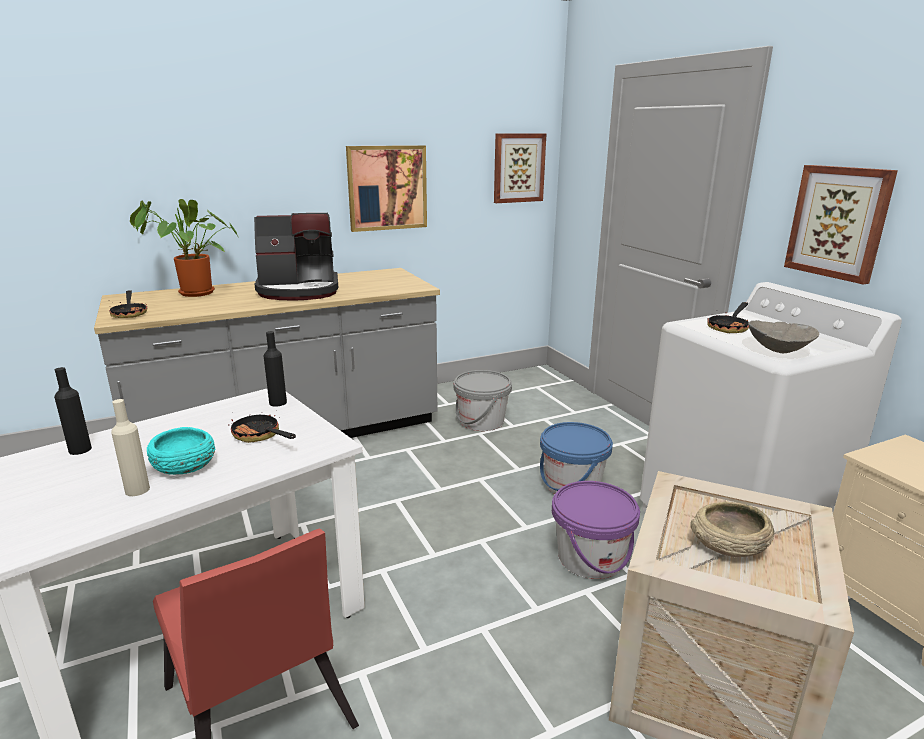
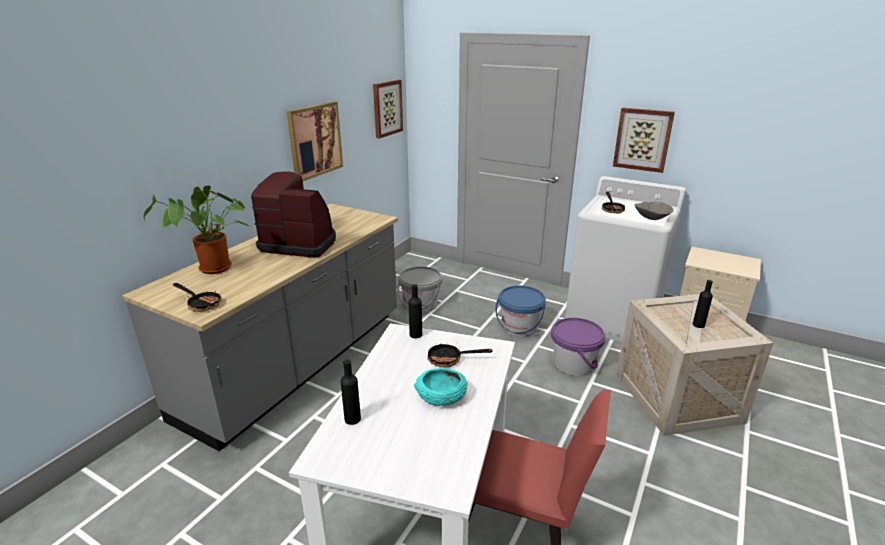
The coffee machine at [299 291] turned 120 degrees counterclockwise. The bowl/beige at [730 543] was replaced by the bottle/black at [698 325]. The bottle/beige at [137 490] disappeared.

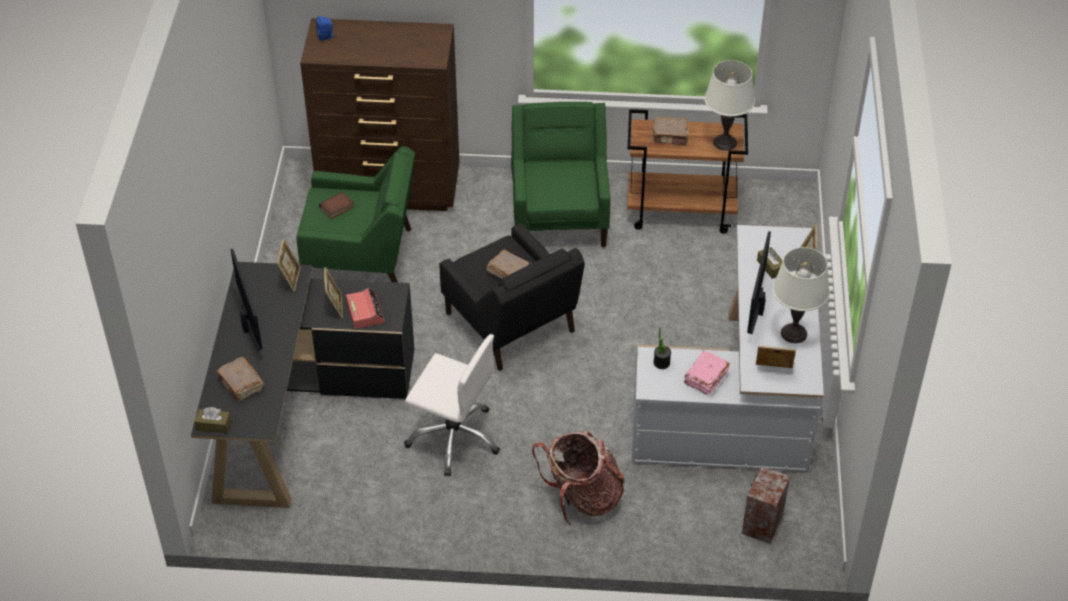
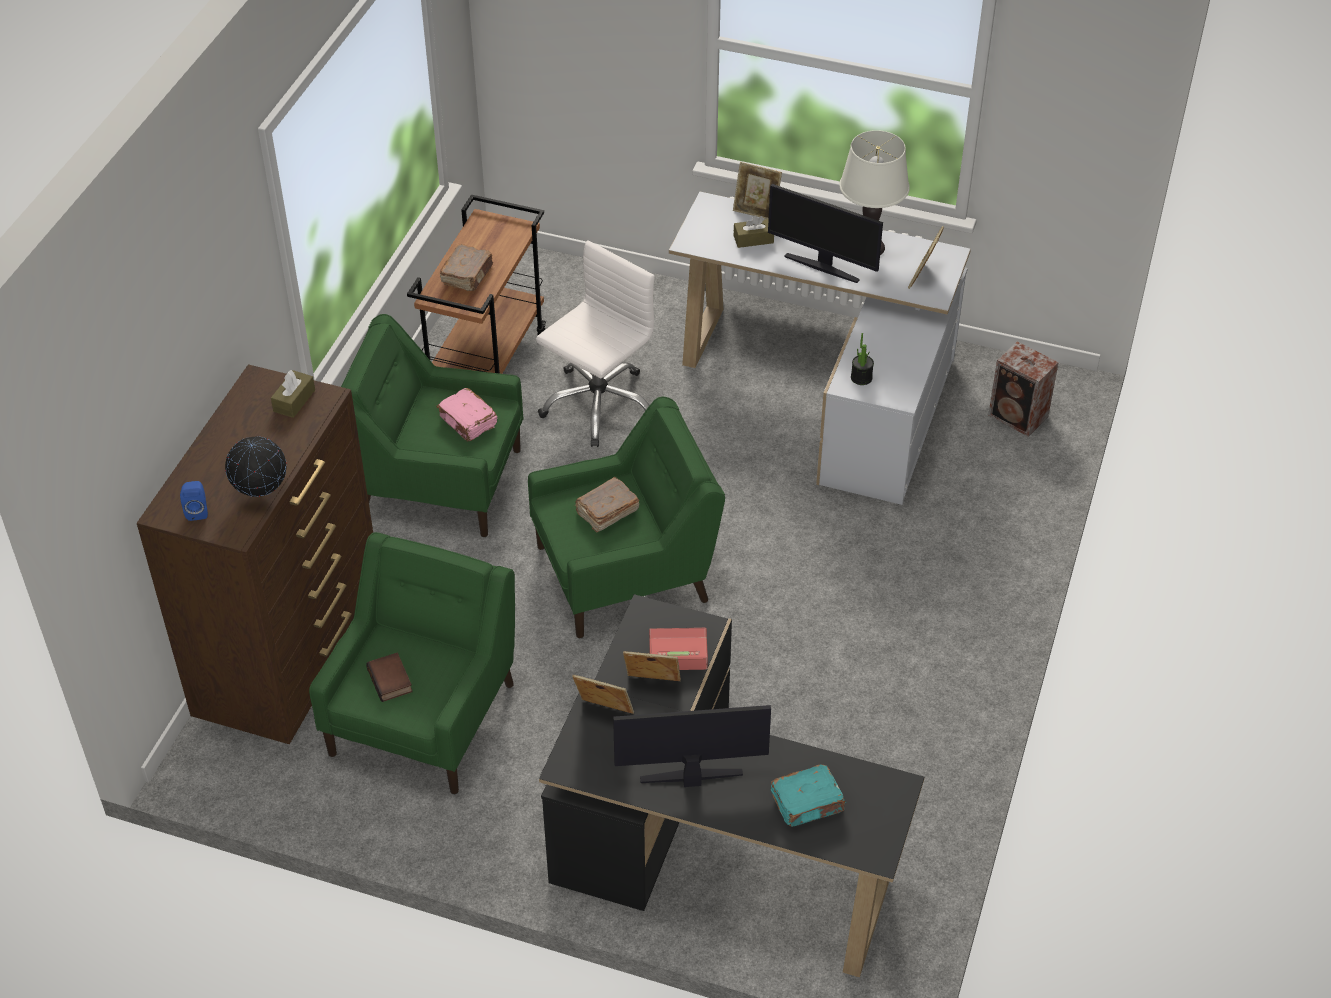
The globe at [261 493] appeared. The tissue box/brown moved from [213 425] to [294 401]. The book/pink moved from [705 378] to [468 422]. The armchair/black at [511 324] became the armchair/green at [625 573]. The office chair/white moved from [454 437] to [598 404]. The book/brown at [241 385] became the book/turquoise at [808 803]. The backpack at [582 498] disappeared. The table lamp/white at [724 142] disappeared.

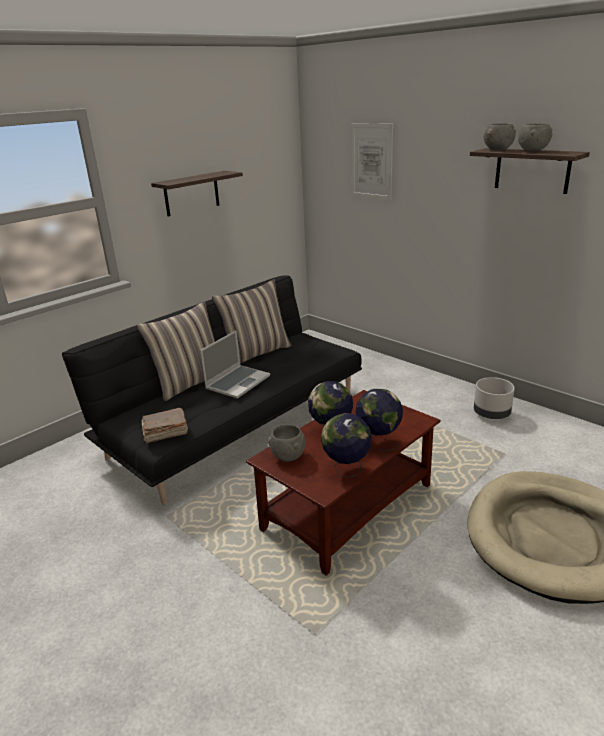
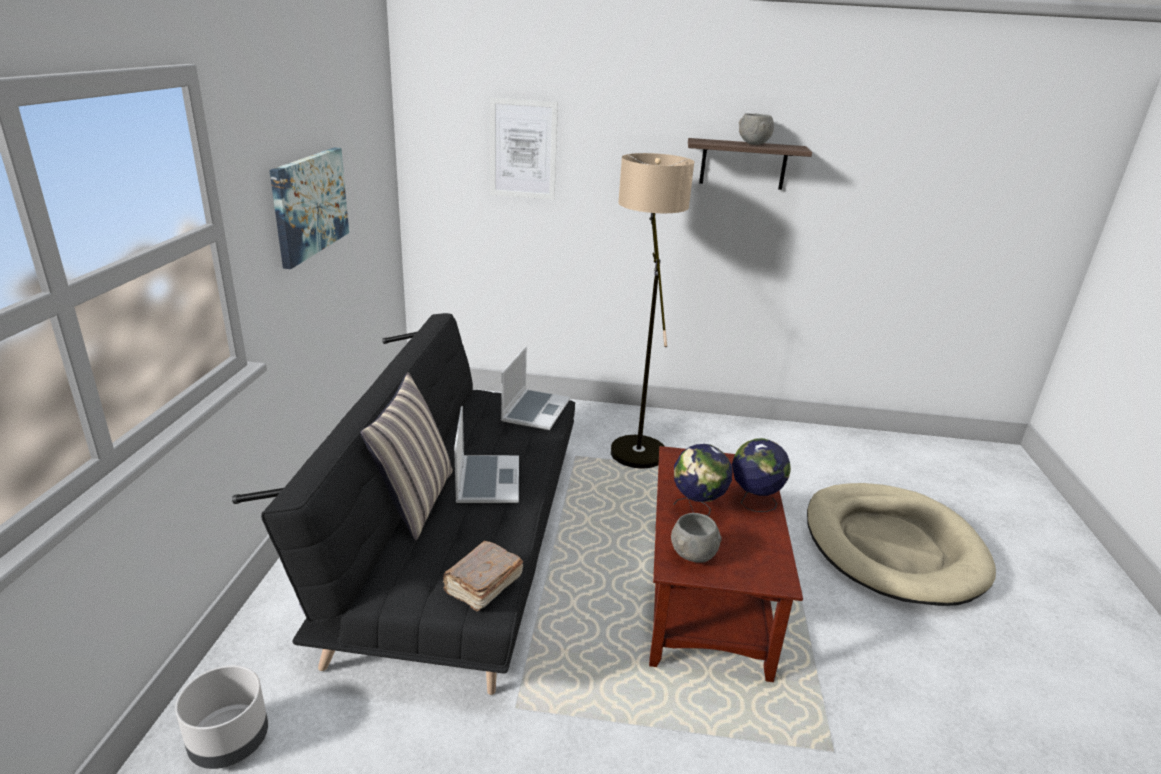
The planter/grey moved from [491 414] to [229 742]. The shelf at [191 193] was replaced by the picture at [309 204]. The laptop at [535 410] appeared. The floor lamp at [634 442] appeared. The pillow at [256 352] disappeared. The globe at [346 470] disappeared. The bowl/grey at [497 150] disappeared.

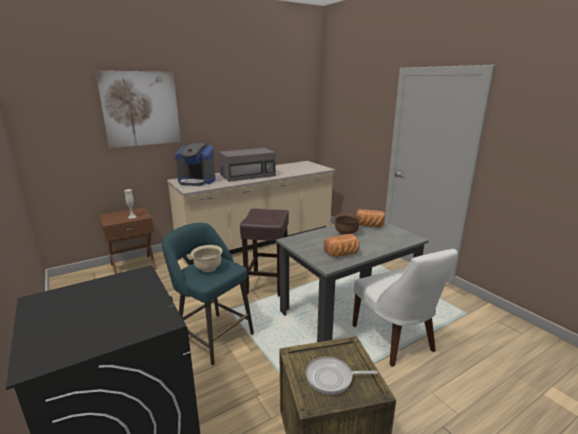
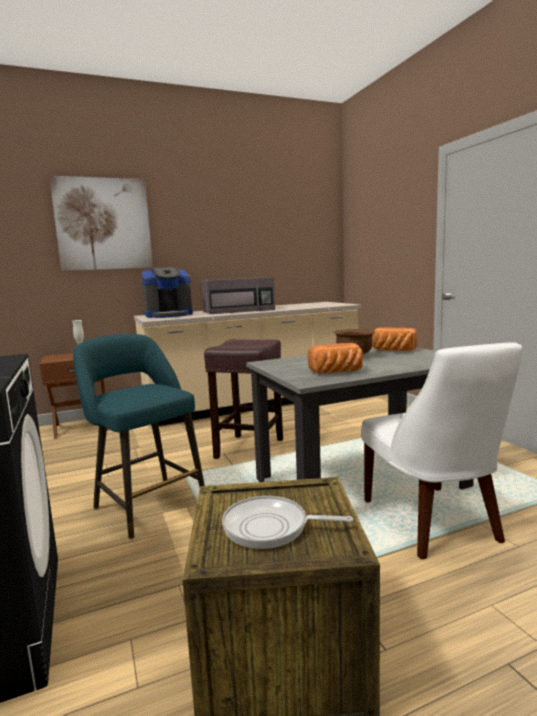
The coffee machine at [197 181] turned 45 degrees counterclockwise. The bowl/beige at [208 268] disappeared.

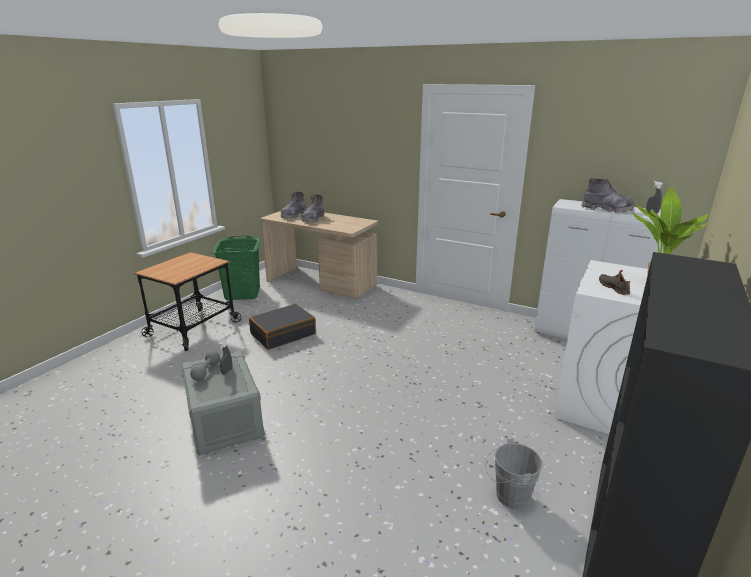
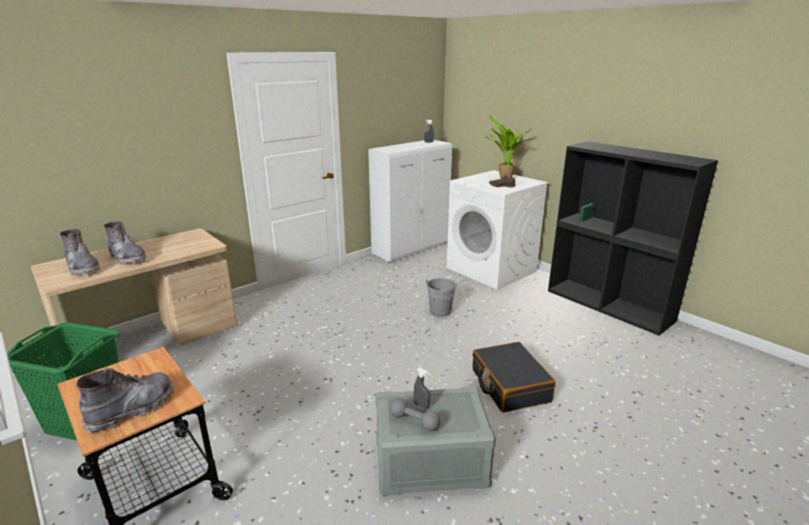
The boot/grey moved from [607 210] to [133 410]. The bucket/grey moved from [508 496] to [439 313]. The suitcase/black moved from [283 334] to [509 385].

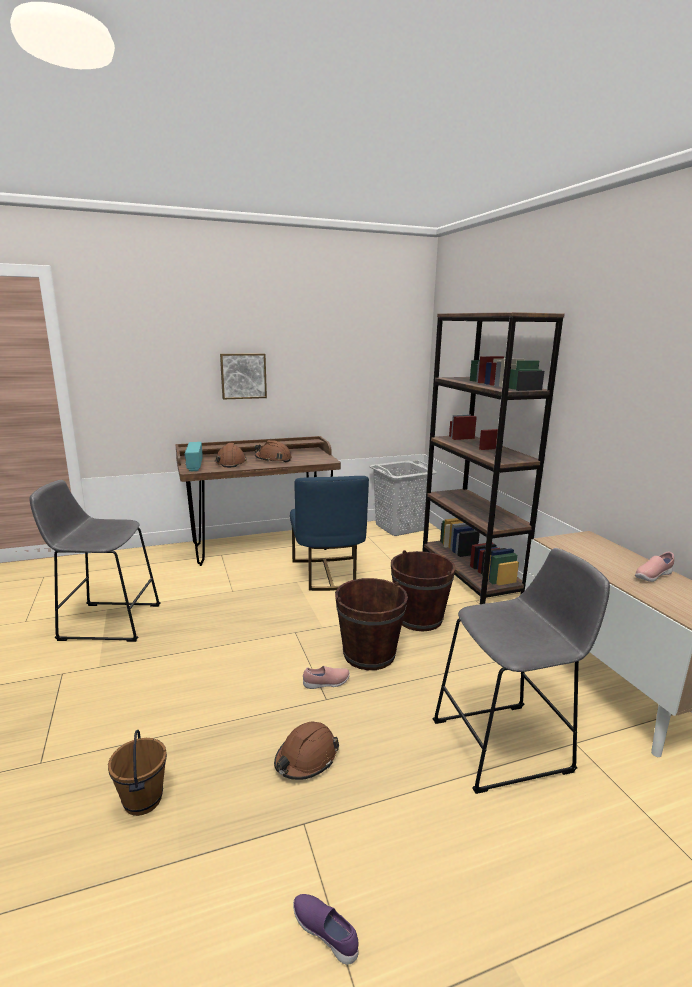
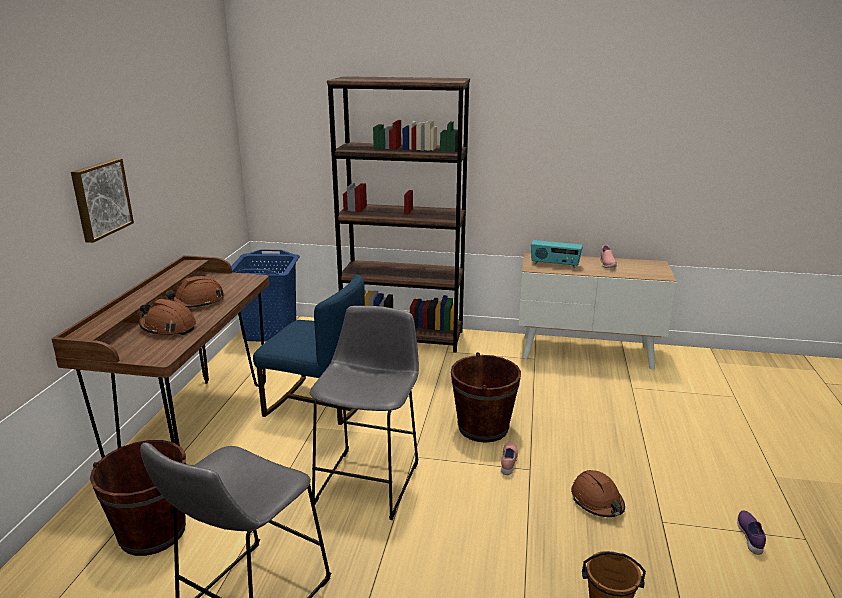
The bucket/brown moved from [419 619] to [152 532]. The laundry basket/grey at [400 528] became the laundry basket/blue at [271 332]. The stool/grey moved from [508 745] to [370 479]. The radio moved from [194 466] to [554 264]. The shoe/purple at [325 932] turned 120 degrees clockwise.

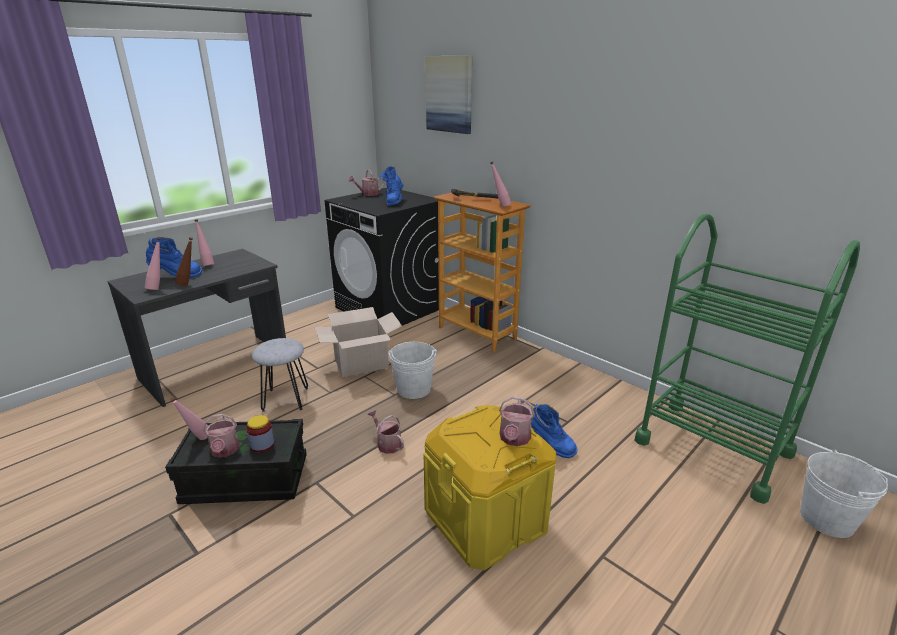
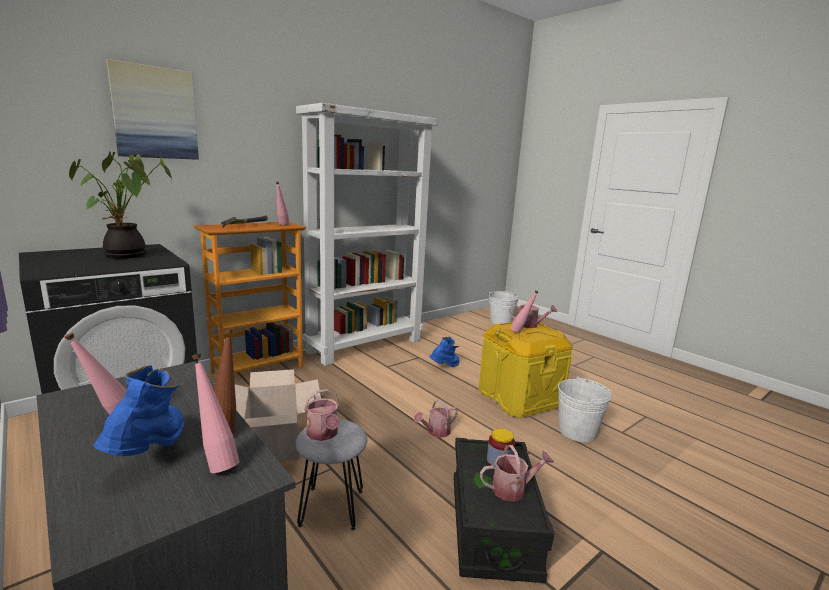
The boot/blue at [394 202] was replaced by the potted plant at [128 256]. The bookcase/white at [365 345] appeared. The watering can moved from [368 194] to [323 434]. The bottle/pink moved from [197 440] to [521 332]. The bucket/white moved from [413 389] to [577 431]. The cart/green at [712 447] disappeared.

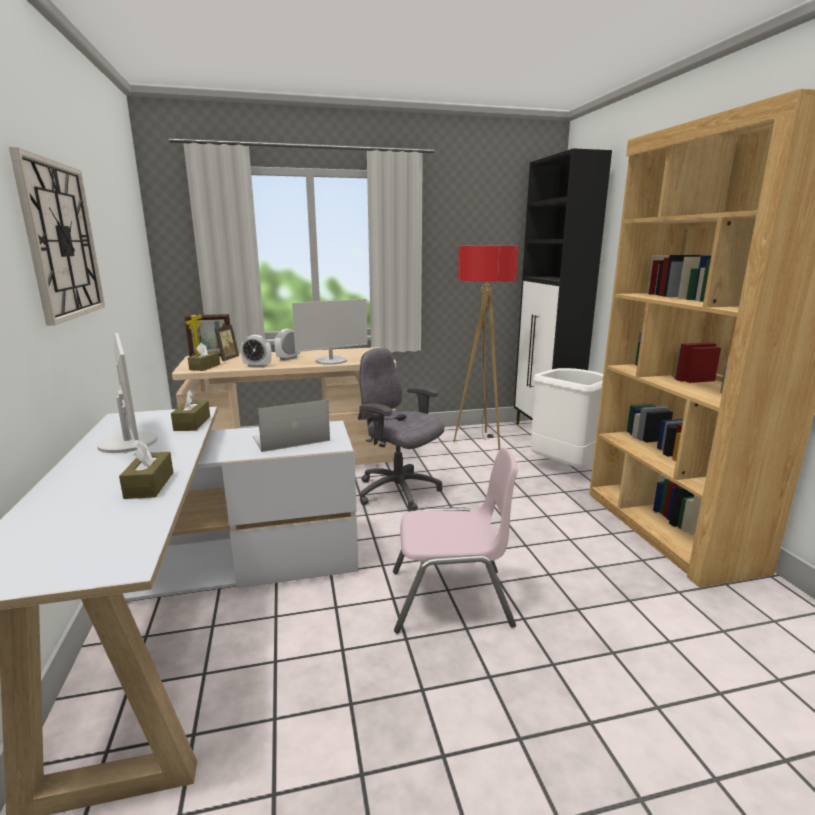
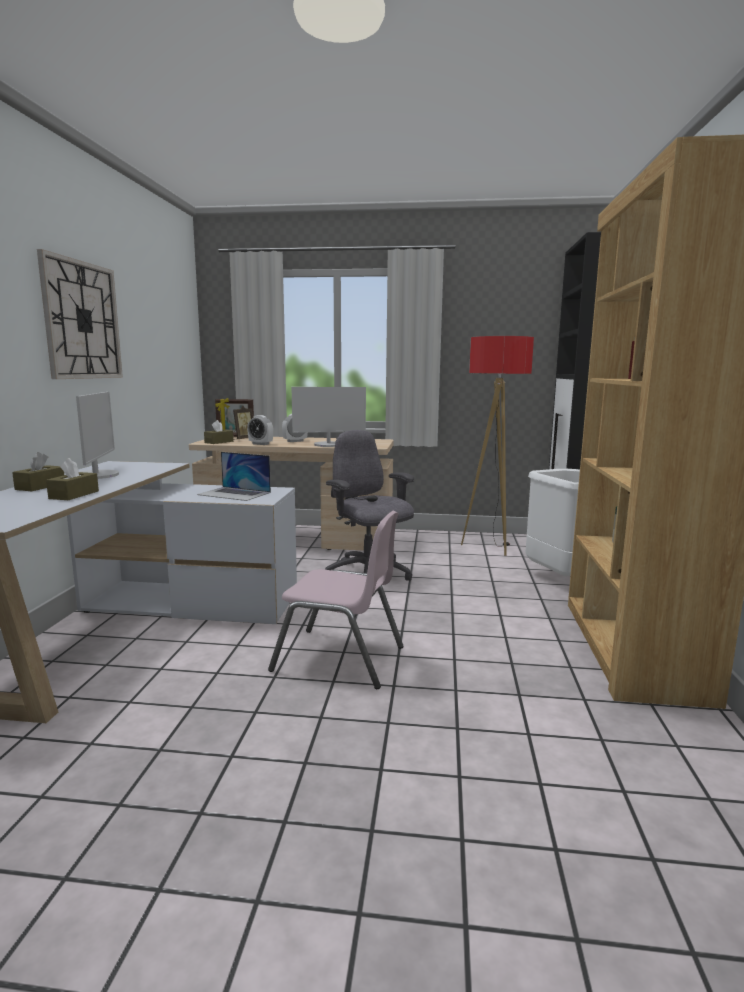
The tissue box/brown moved from [192 423] to [40 486]. The laptop at [290 438] turned 150 degrees counterclockwise.

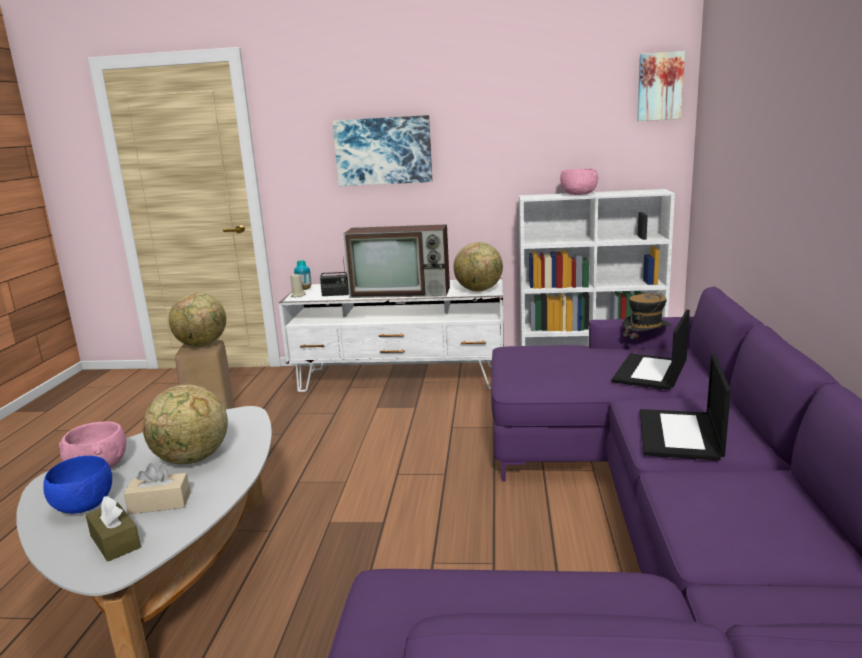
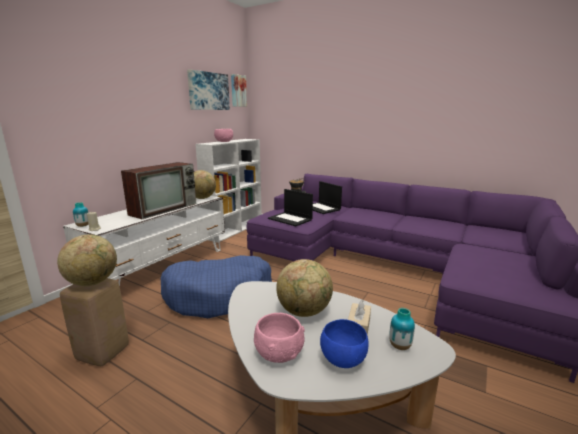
The dog bed/blue at [219 295] appeared. The picture moved from [383 151] to [208 91]. The laptop moved from [680 435] to [290 219]. The tissue box/brown at [115 541] was replaced by the vase at [400 346]. The radio at [335 294] disappeared.

